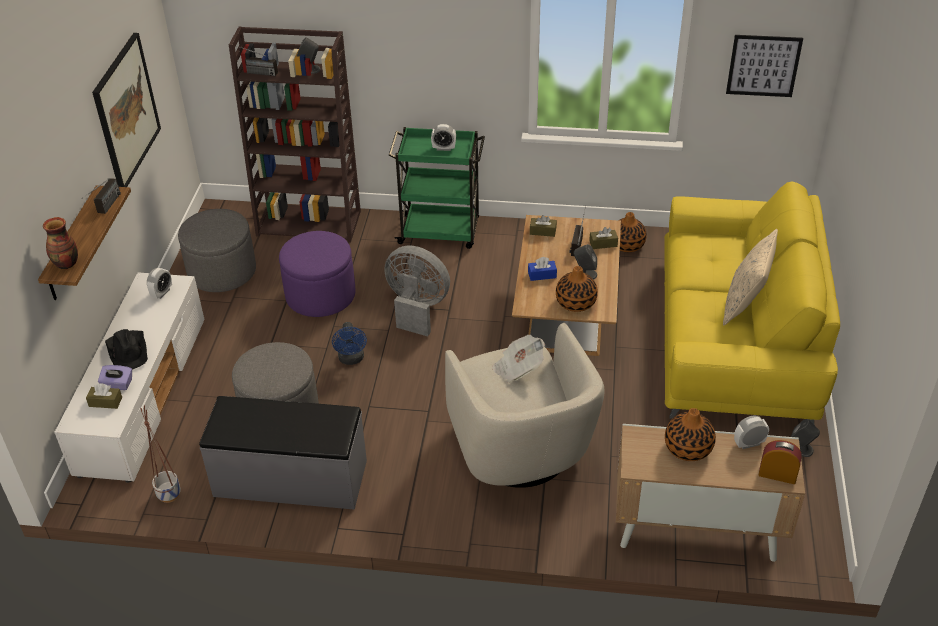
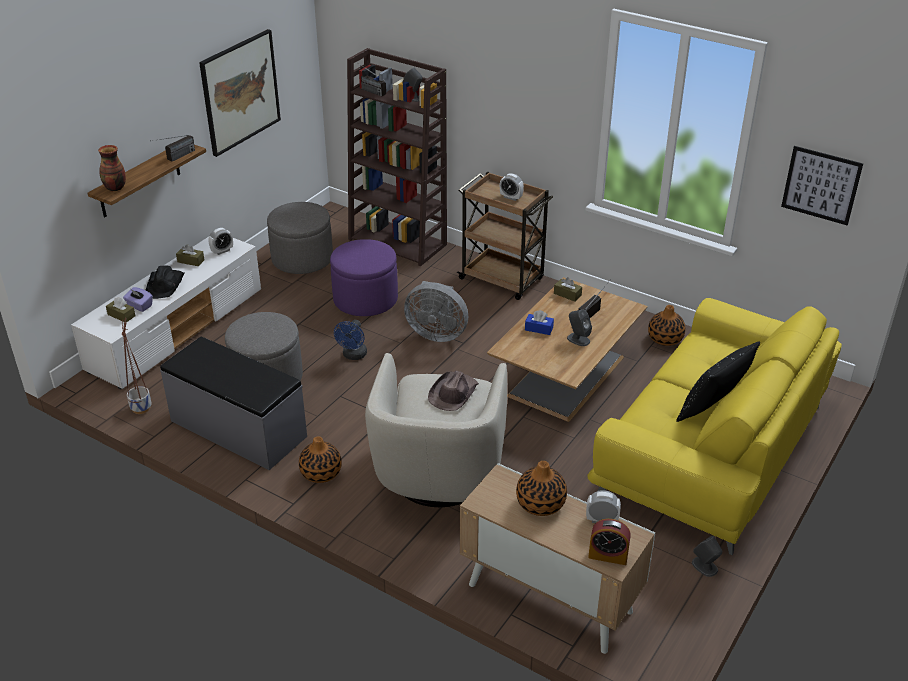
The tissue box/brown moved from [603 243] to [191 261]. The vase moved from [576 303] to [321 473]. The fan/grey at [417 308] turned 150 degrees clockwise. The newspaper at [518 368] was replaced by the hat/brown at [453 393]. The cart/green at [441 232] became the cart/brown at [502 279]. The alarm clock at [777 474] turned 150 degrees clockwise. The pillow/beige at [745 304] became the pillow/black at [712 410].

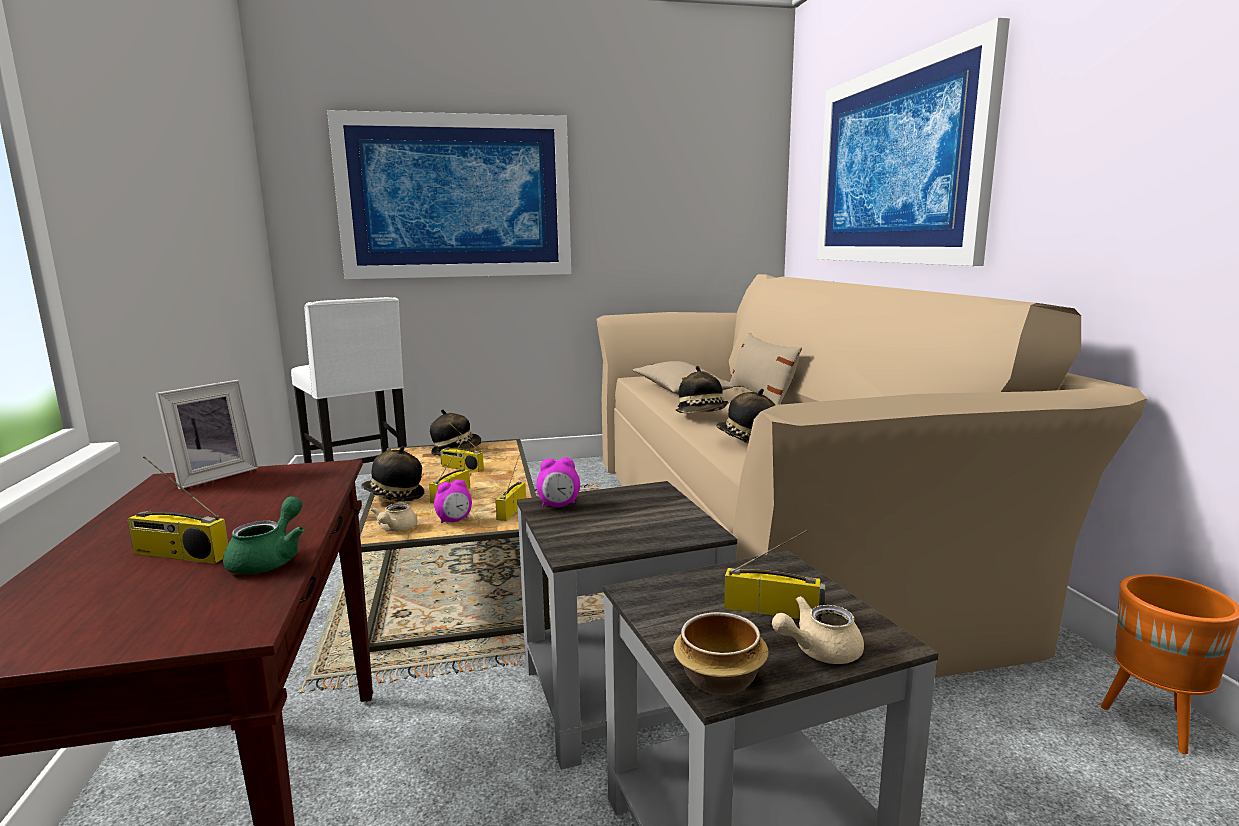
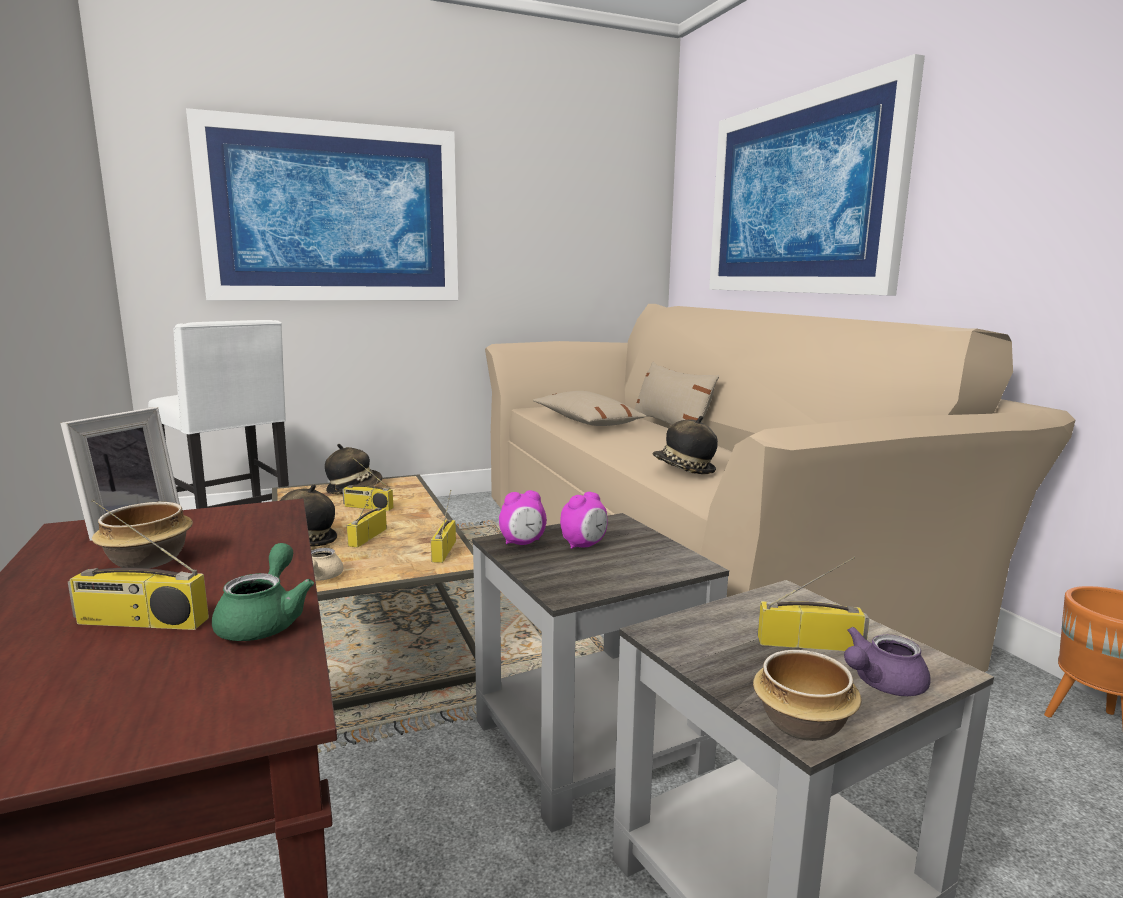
The bowl at [150 561] appeared. The alarm clock moved from [454 520] to [584 545]. The teapot/beige at [818 651] became the teapot/purple at [881 684]. The hat at [702 414] disappeared.

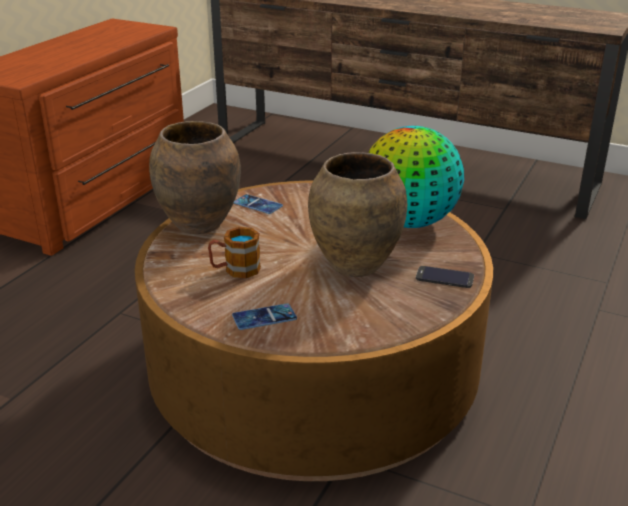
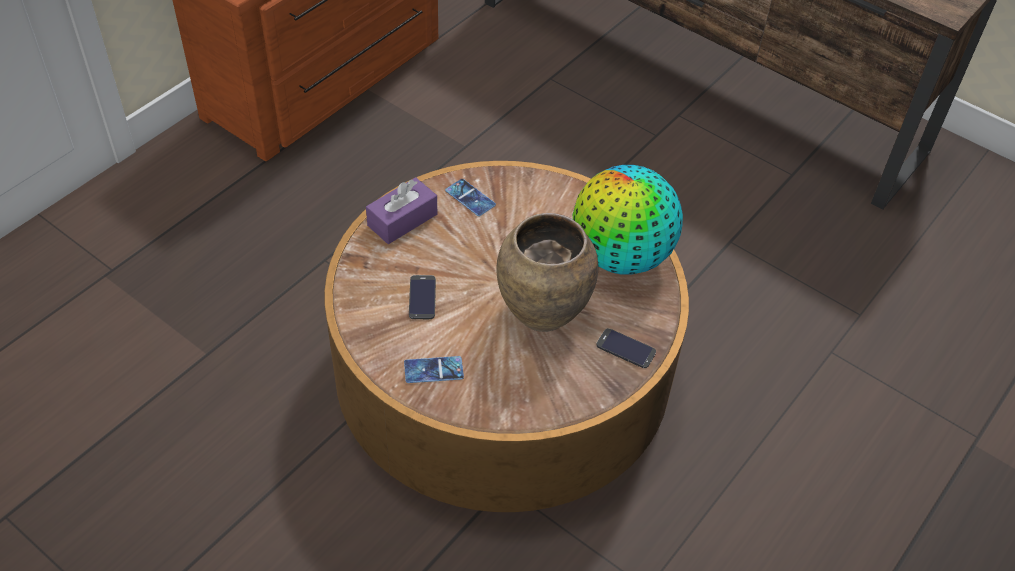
The vase/brown at [199 224] was replaced by the tissue box/purple at [402 220]. The mug at [235 270] was replaced by the phone at [422 297].

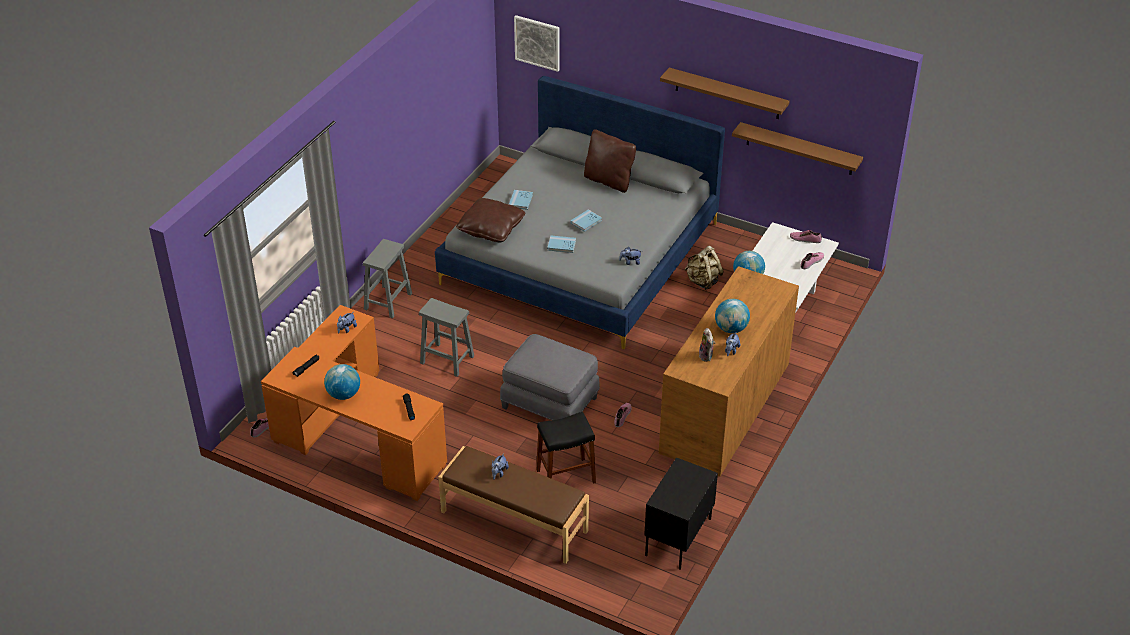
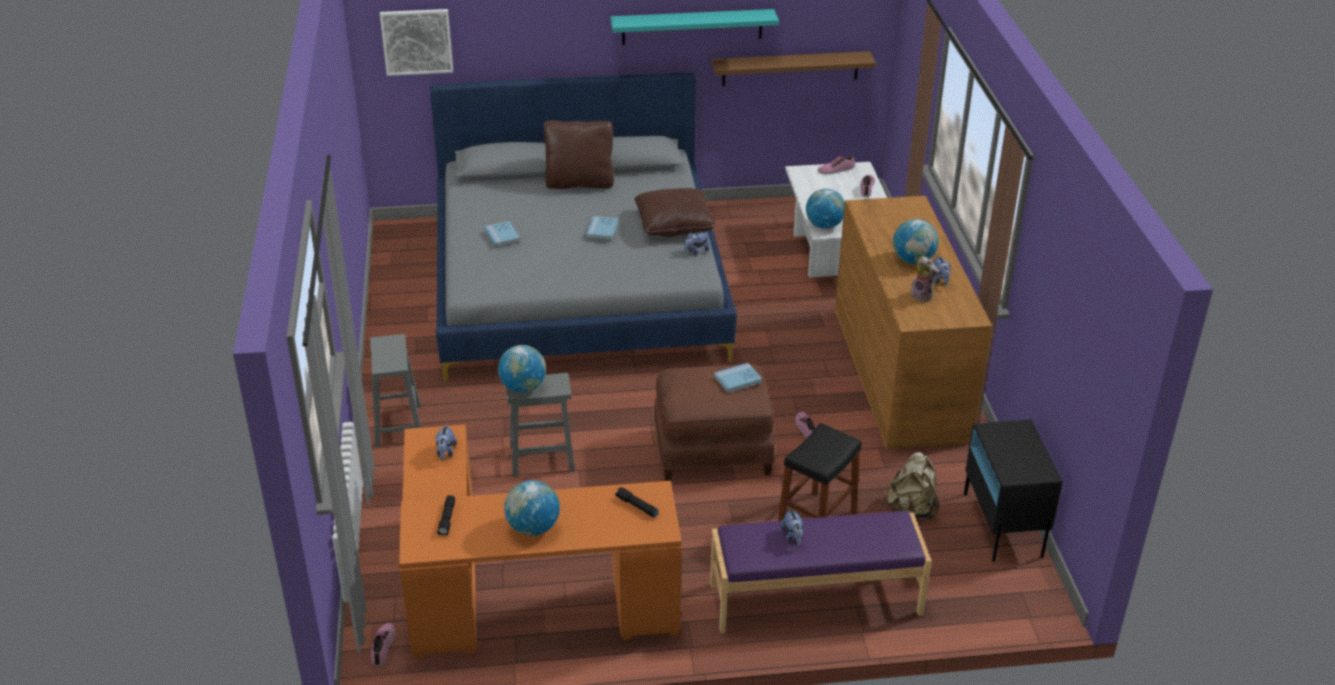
The globe at [523 387] appeared. The shelf/brown at [727 94] became the shelf/turquoise at [692 27]. The pillow/brown moved from [491 229] to [674 224]. The ottoman/grey at [550 402] became the ottoman/brown at [712 450]. The bench/brown at [513 522] became the bench/purple at [815 600]. The book/blue moved from [561 245] to [737 379]. The backpack/beige moved from [702 281] to [911 509].

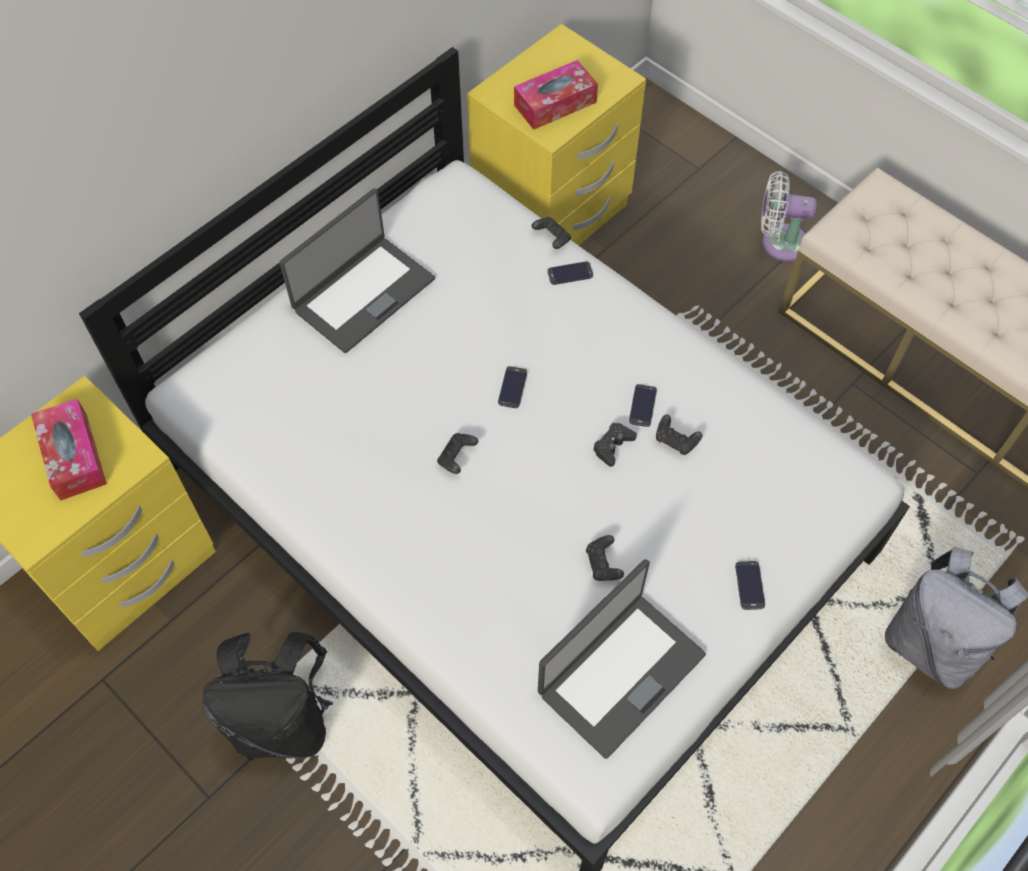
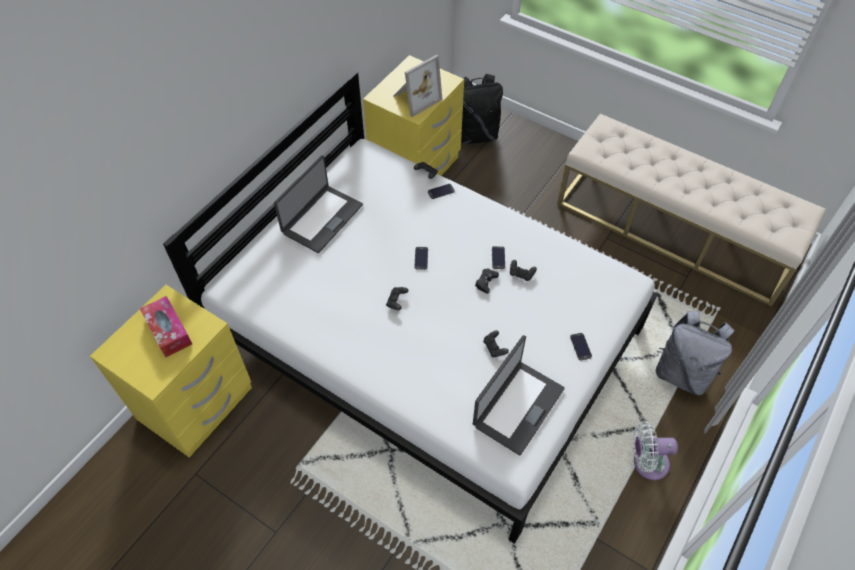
The tissue box at [555 104] was replaced by the picture frame at [415 98]. The backpack/black moved from [283 720] to [475 135]. The fan/white moved from [779 242] to [646 463].

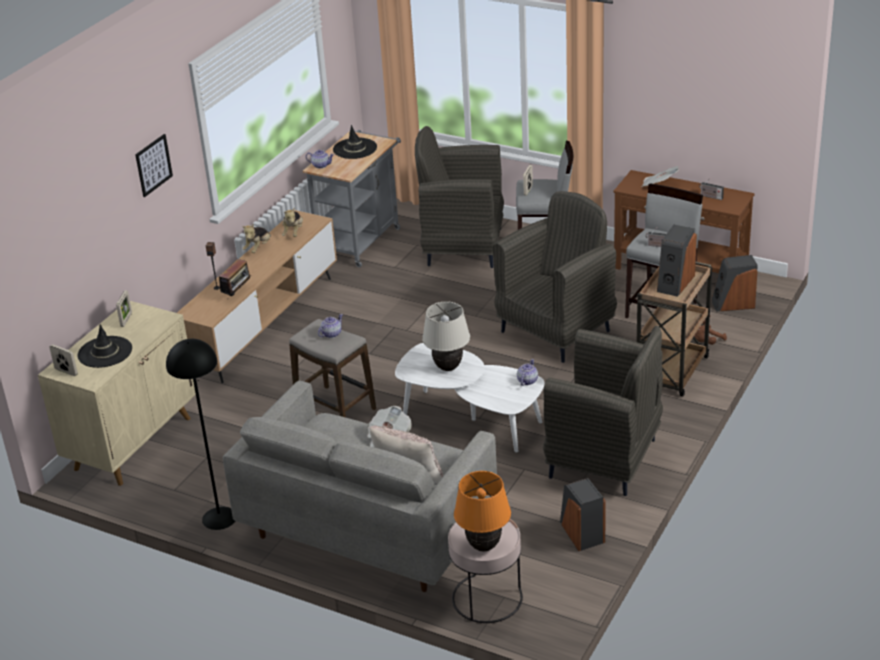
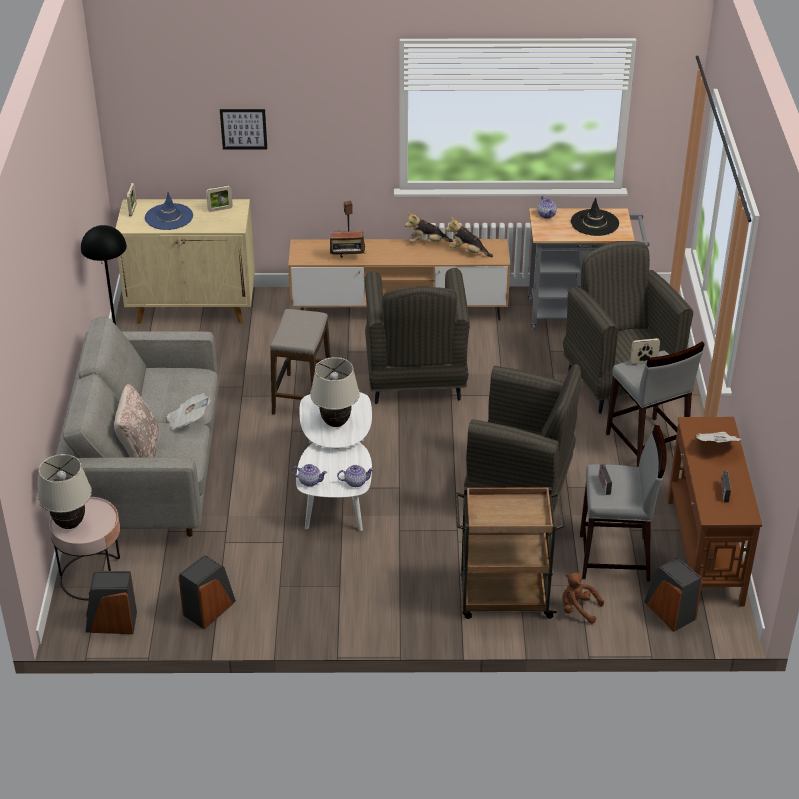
The table lamp/orange at [484 546] became the table lamp/beige at [70 524]. The speaker moved from [675 283] to [112 623]. The hat/black at [105 352] became the hat/blue at [169 217]. The picture moved from [153 165] to [243 128]. The teapot moved from [331 334] to [309 481]. The armchair/grey moved from [605 459] to [415 381]. The plush toy at [293 232] turned 45 degrees clockwise.

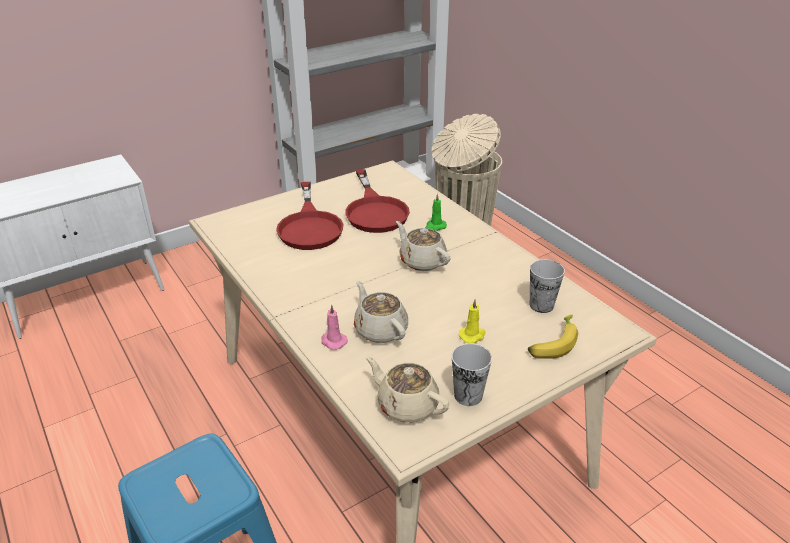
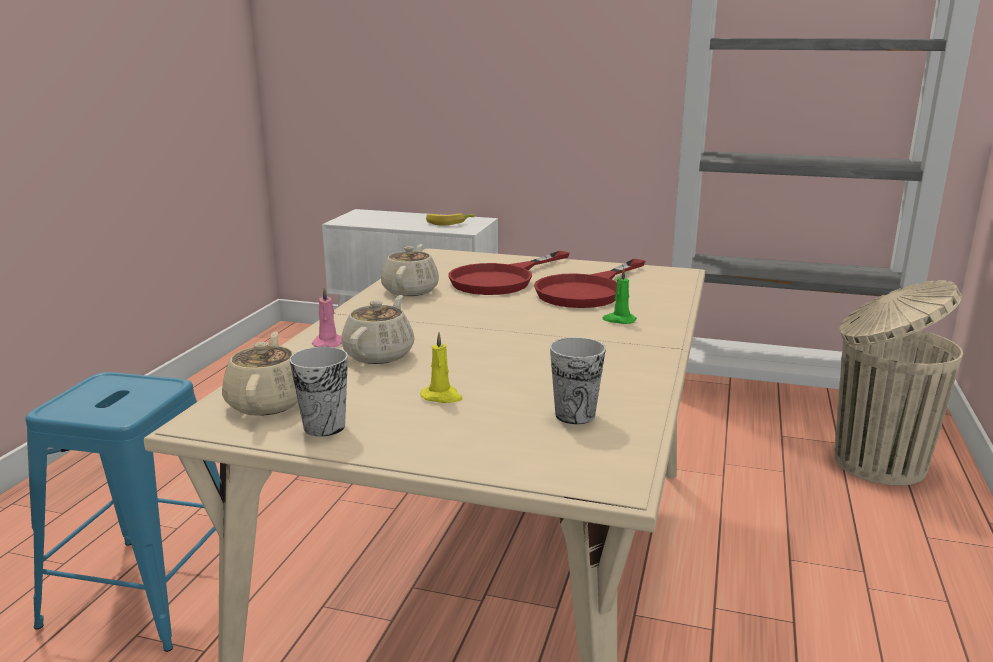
The teapot/beige moved from [422 261] to [411 290]. The banana moved from [552 343] to [448 223].

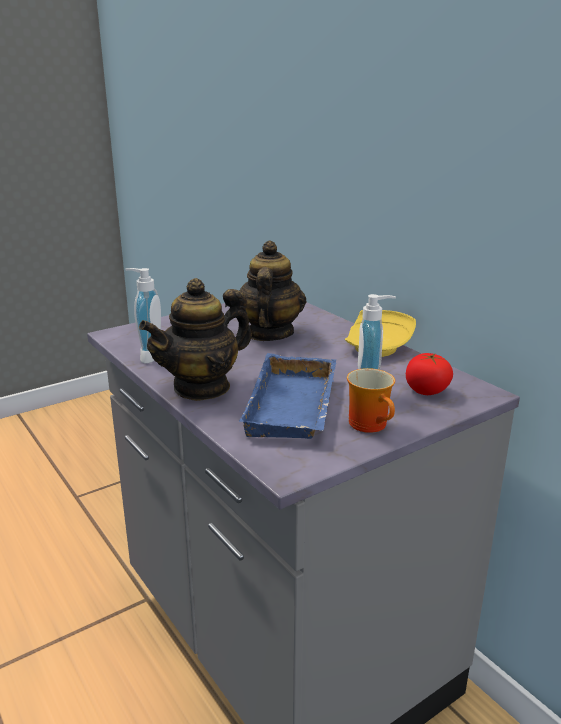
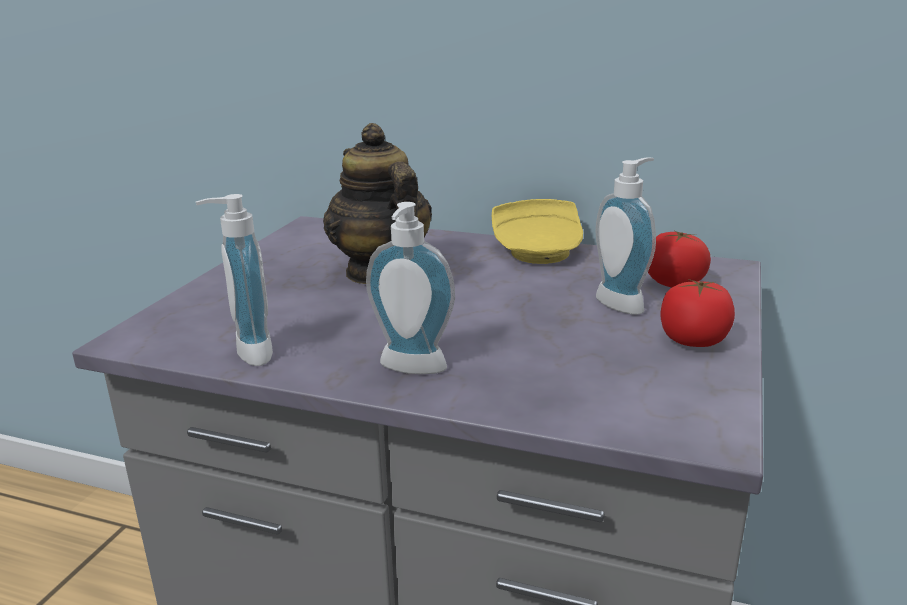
The teapot at [202 387] was replaced by the soap dispenser at [410 369]. The mug at [372 425] was replaced by the tomato at [694 340]. The tray/blue at [295 407] disappeared.

